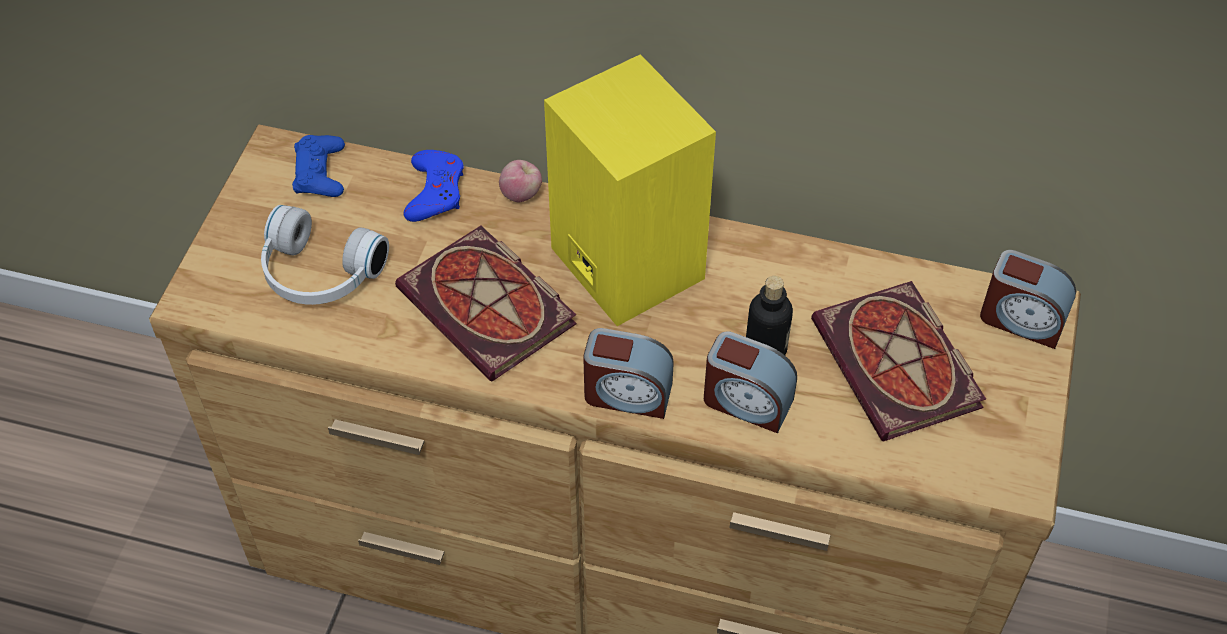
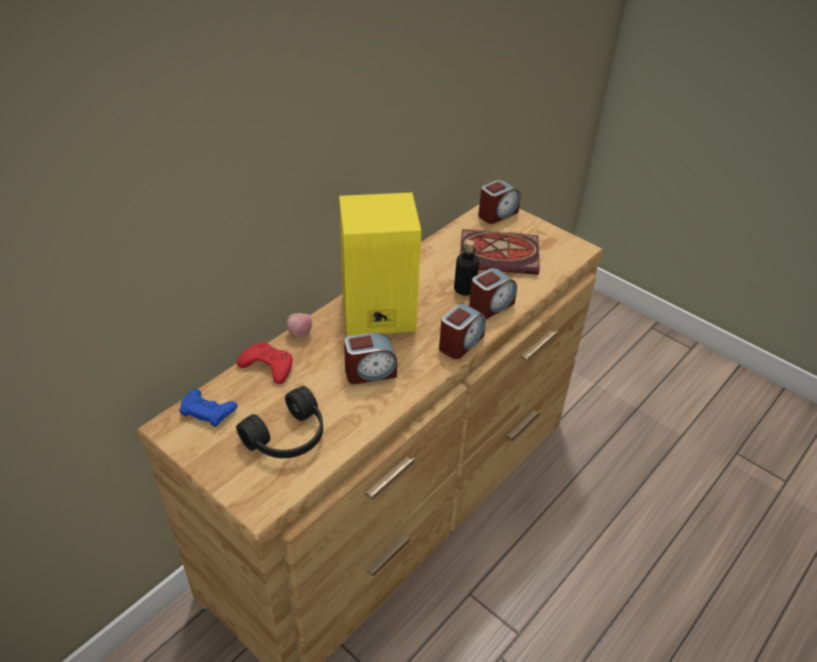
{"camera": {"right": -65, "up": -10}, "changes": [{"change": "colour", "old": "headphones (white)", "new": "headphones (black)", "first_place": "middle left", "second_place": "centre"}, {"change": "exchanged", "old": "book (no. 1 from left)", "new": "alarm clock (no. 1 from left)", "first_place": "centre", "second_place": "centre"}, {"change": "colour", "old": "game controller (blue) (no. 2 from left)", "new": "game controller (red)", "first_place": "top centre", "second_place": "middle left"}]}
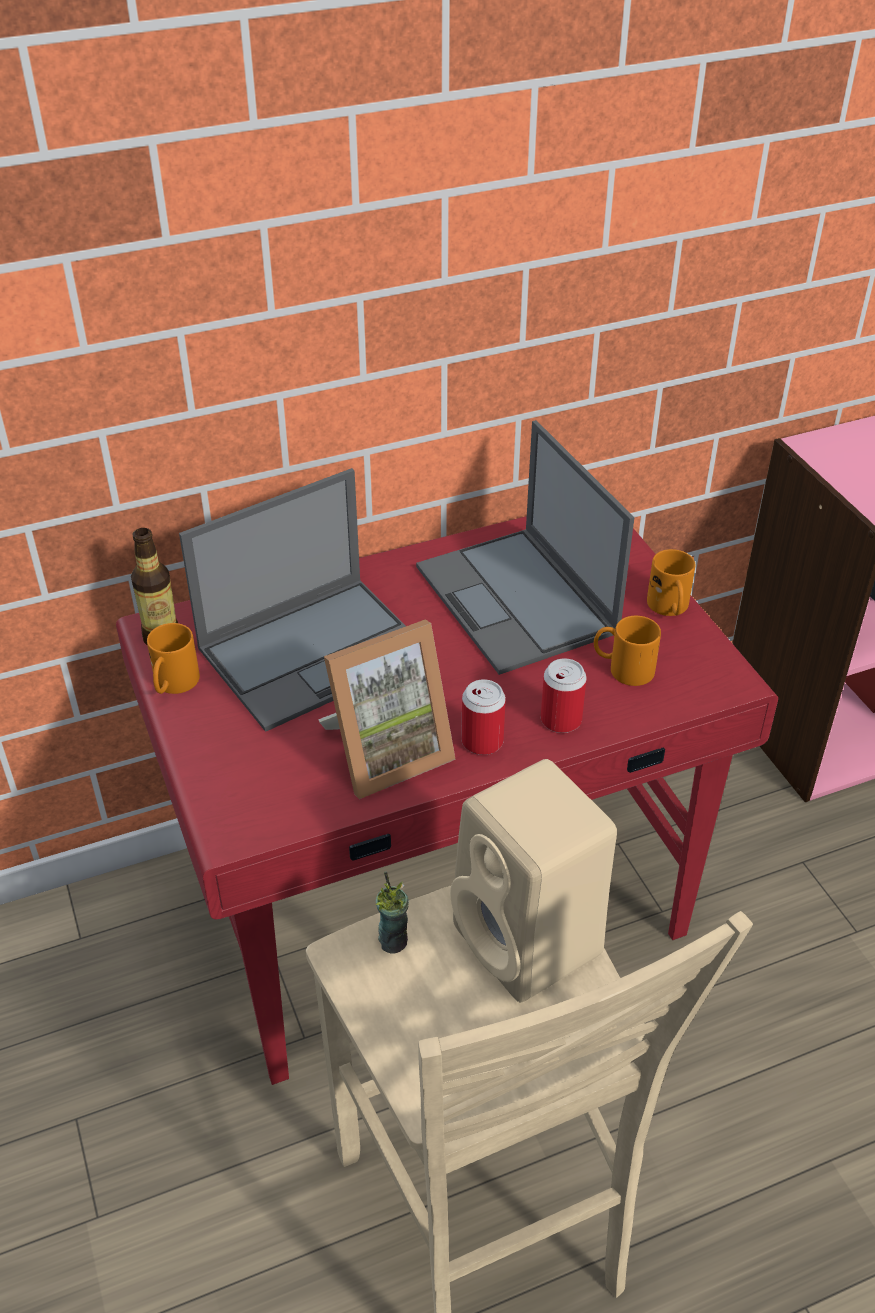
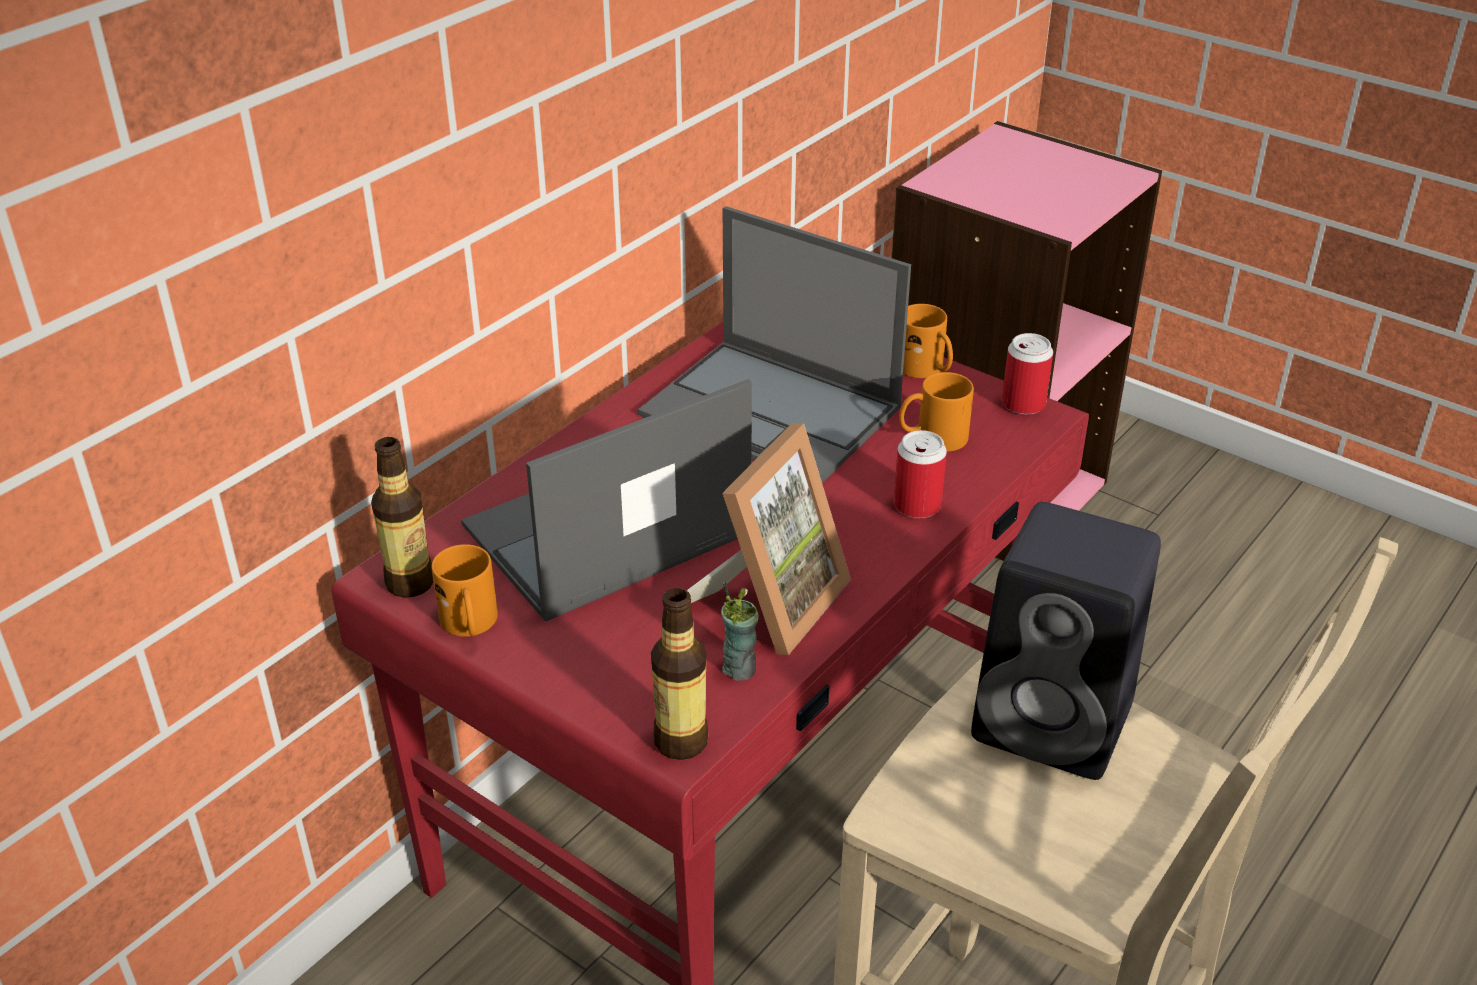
{"camera": {"right": -30, "up": -5}, "changes": [{"change": "spun", "old": "laptop (no. 1 from left)", "first_place": "centre", "second_place": "centre", "degrees": -150}, {"change": "relocated", "old": "cup", "first_place": "bottom centre", "second_place": "centre"}, {"change": "colour", "old": "speaker (beige)", "new": "speaker (black)", "first_place": "bottom centre", "second_place": "middle right"}, {"change": "relocated", "old": "can (no. 1 from left in the first image)", "new": "can (no. 2 from left)", "first_place": "centre", "second_place": "middle right"}, {"change": "appeared", "new": "bottle (no. 2 from left)", "second_place": "bottom centre"}]}
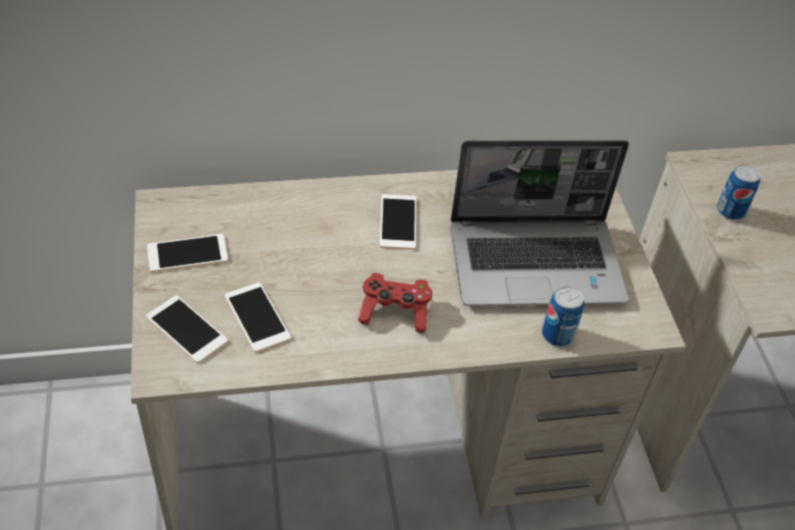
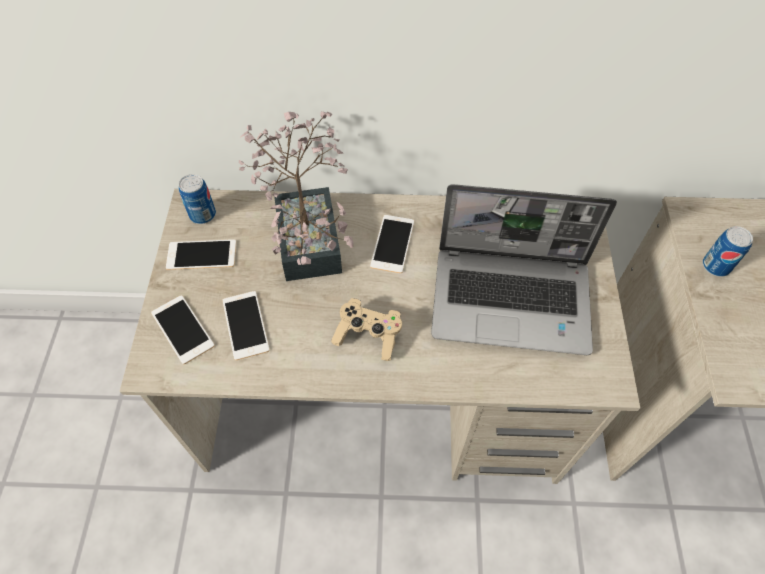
{"camera": {"right": 15, "up": 10}, "changes": [{"change": "colour", "old": "game controller (red)", "new": "game controller (beige)", "first_place": "centre", "second_place": "centre"}, {"change": "relocated", "old": "can (no. 1 from left)", "first_place": "middle right", "second_place": "middle left"}, {"change": "appeared", "new": "potted plant", "second_place": "centre"}]}
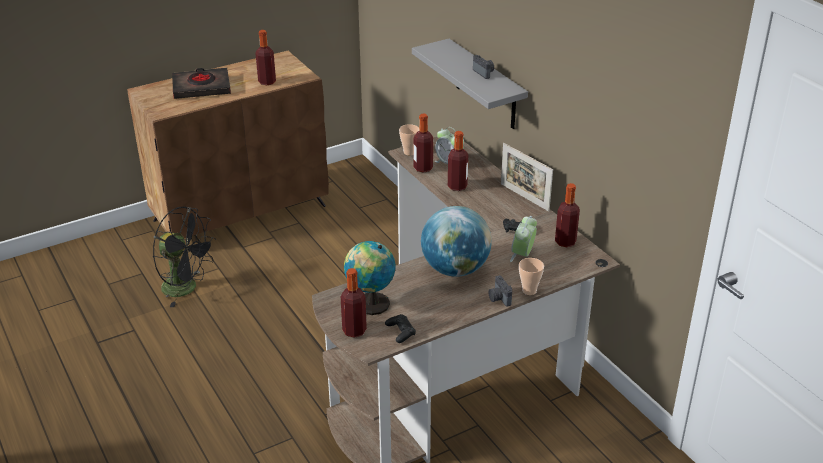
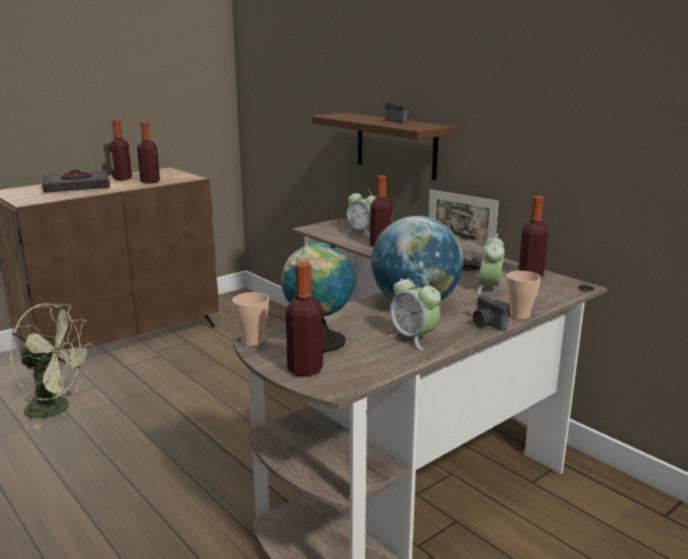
{"camera": {"right": -10, "up": -15}, "changes": [{"change": "colour", "old": "fan (black)", "new": "fan (green)", "first_place": "middle left", "second_place": "middle left"}, {"change": "missing", "old": "game controller (black) (no. 1 from left)", "first_place": "bottom centre"}, {"change": "relocated", "old": "cup (no. 1 from left)", "first_place": "top centre", "second_place": "centre"}, {"change": "colour", "old": "shelf (grey)", "new": "shelf (brown)", "first_place": "top centre", "second_place": "top centre"}, {"change": "relocated", "old": "bottle (no. 3 from left in the first image)", "new": "bottle (no. 1 from left)", "first_place": "top centre", "second_place": "top left"}, {"change": "appeared", "new": "alarm clock (no. 2 from left)", "second_place": "centre"}]}
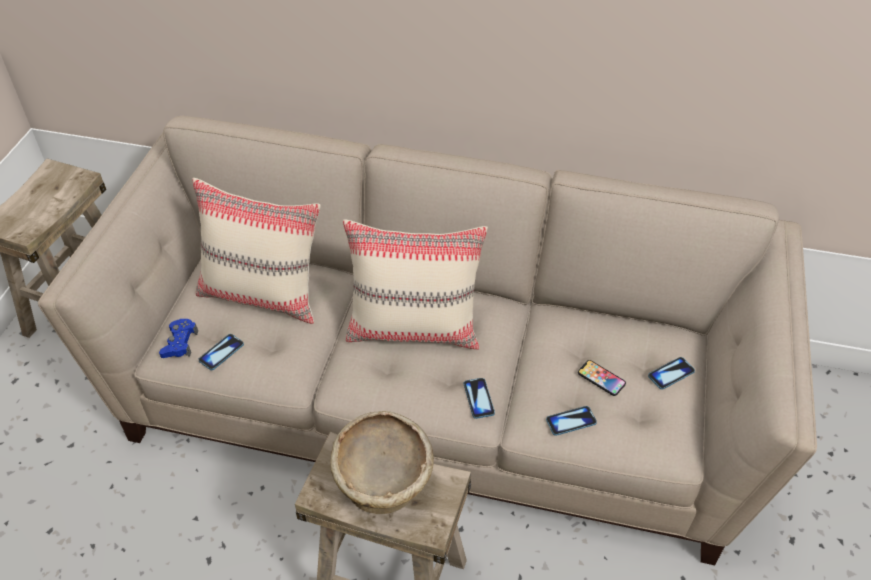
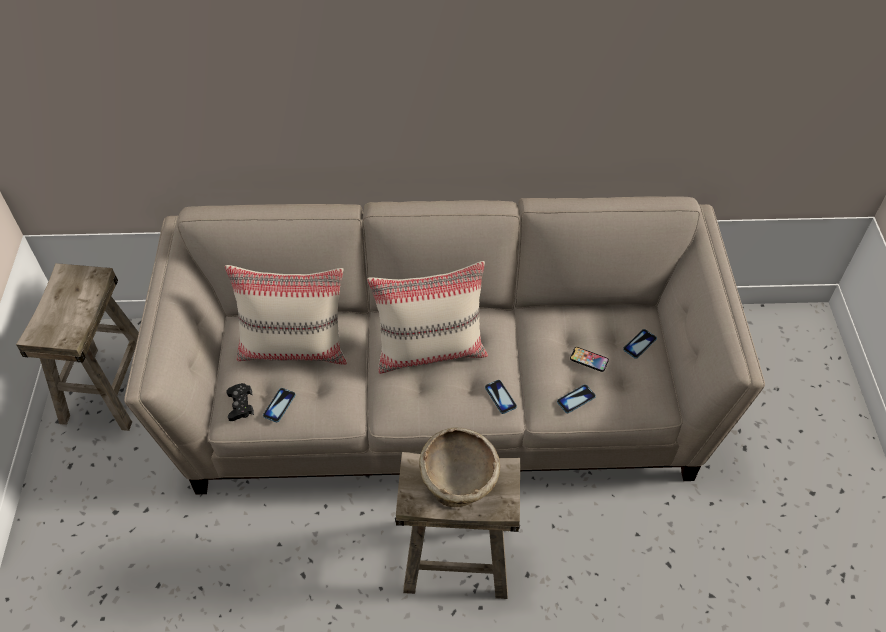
{"camera": {"right": -15, "up": 5}, "changes": [{"change": "colour", "old": "game controller (blue)", "new": "game controller (black)", "first_place": "middle left", "second_place": "middle left"}]}
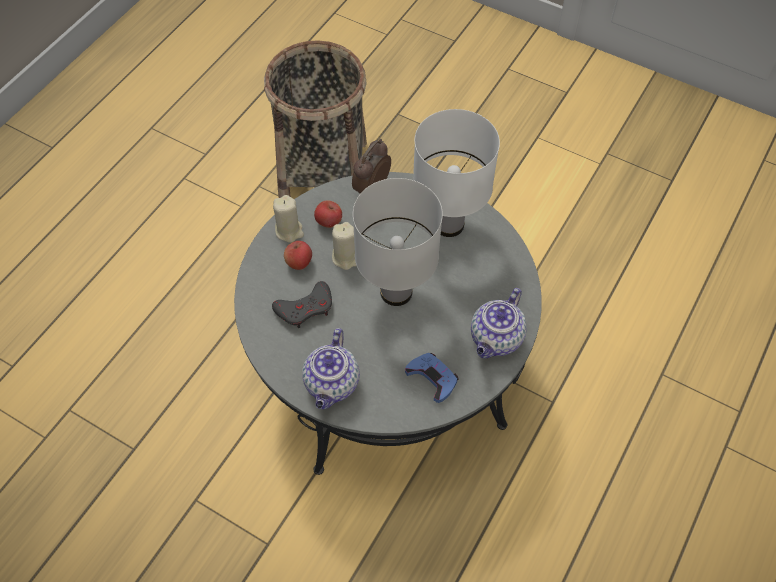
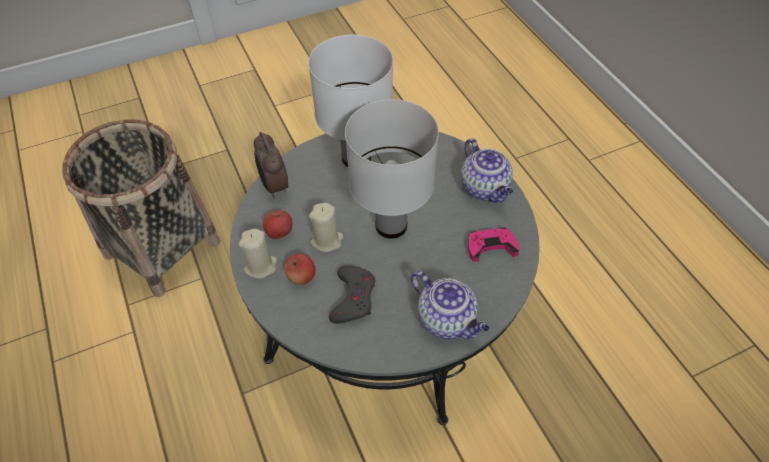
{"camera": {"right": -55, "up": -5}, "changes": [{"change": "colour", "old": "game controller (blue)", "new": "game controller (pink)", "first_place": "centre", "second_place": "centre"}]}
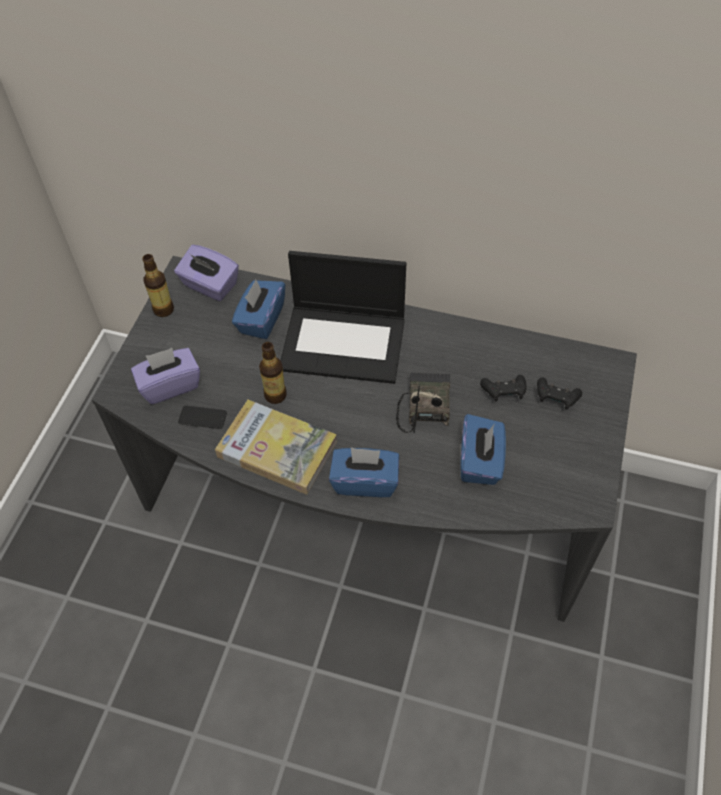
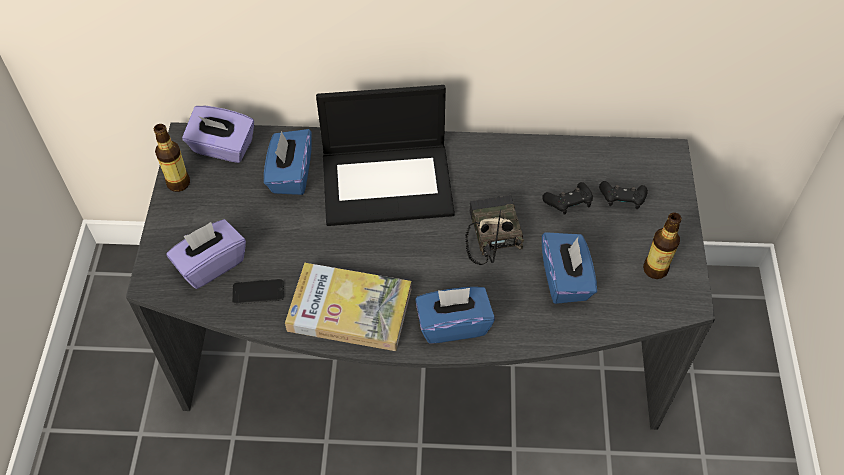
{"camera": {"right": -15, "up": 0}, "changes": [{"change": "relocated", "old": "bottle (no. 2 from left)", "first_place": "centre", "second_place": "middle right"}]}
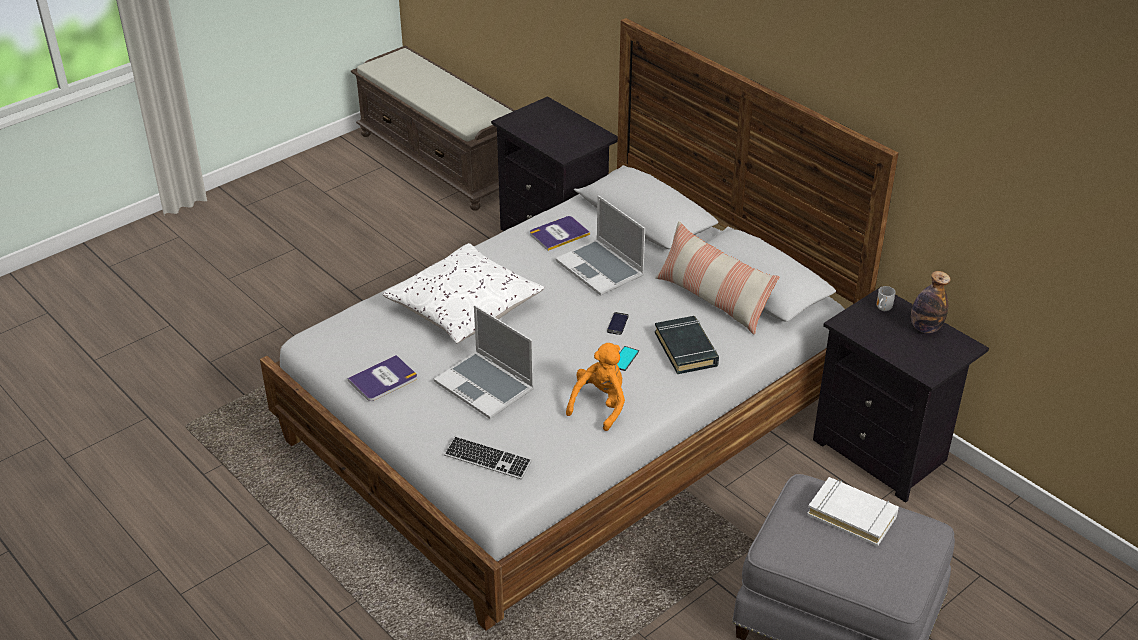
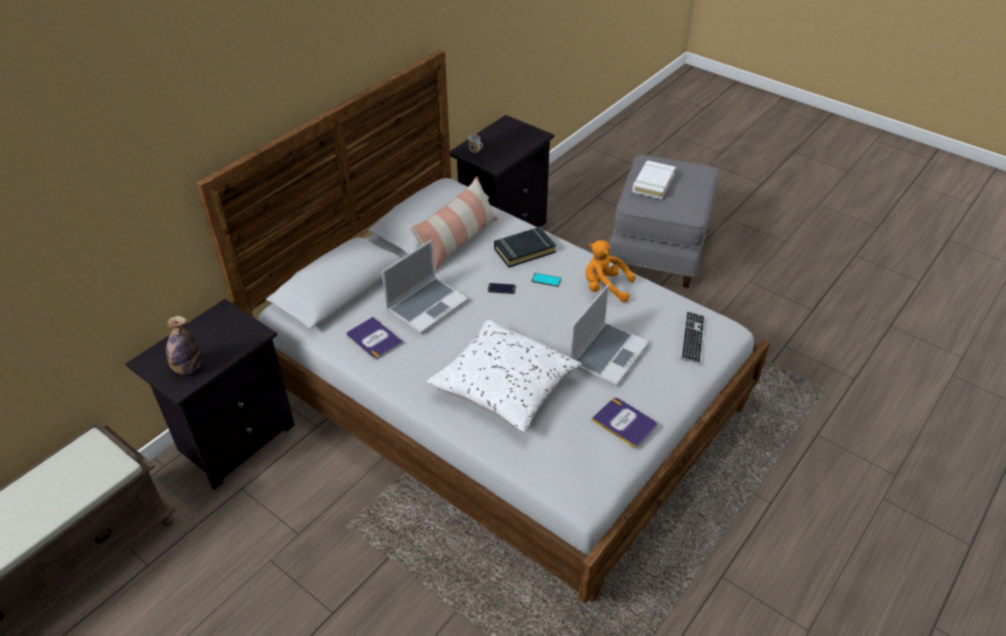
{"camera": {"right": -100, "up": 5}, "changes": [{"change": "relocated", "old": "bottle", "first_place": "middle right", "second_place": "middle left"}]}
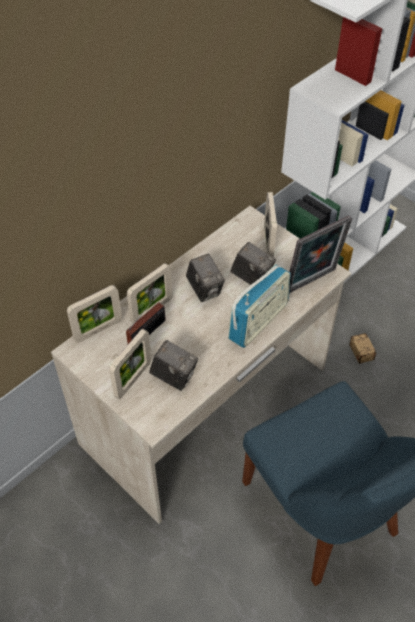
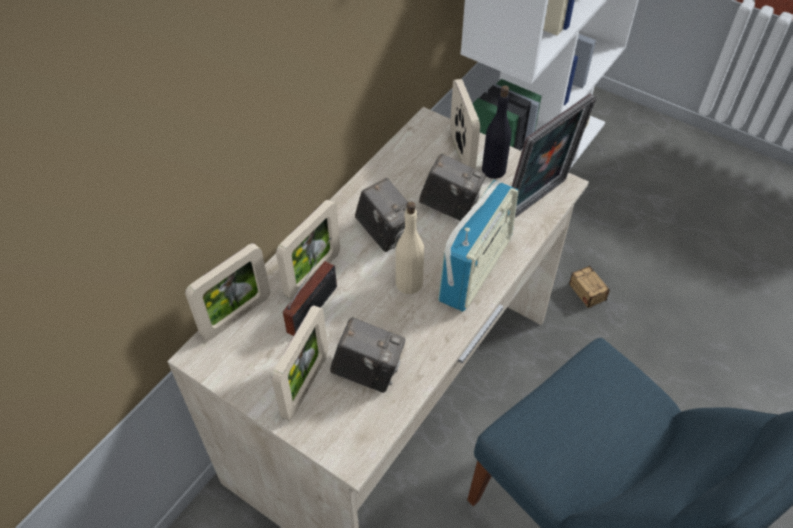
{"camera": {"right": -10, "up": 0}, "changes": [{"change": "appeared", "new": "bottle (beige)", "second_place": "centre"}, {"change": "appeared", "new": "bottle (black)", "second_place": "top centre"}]}
